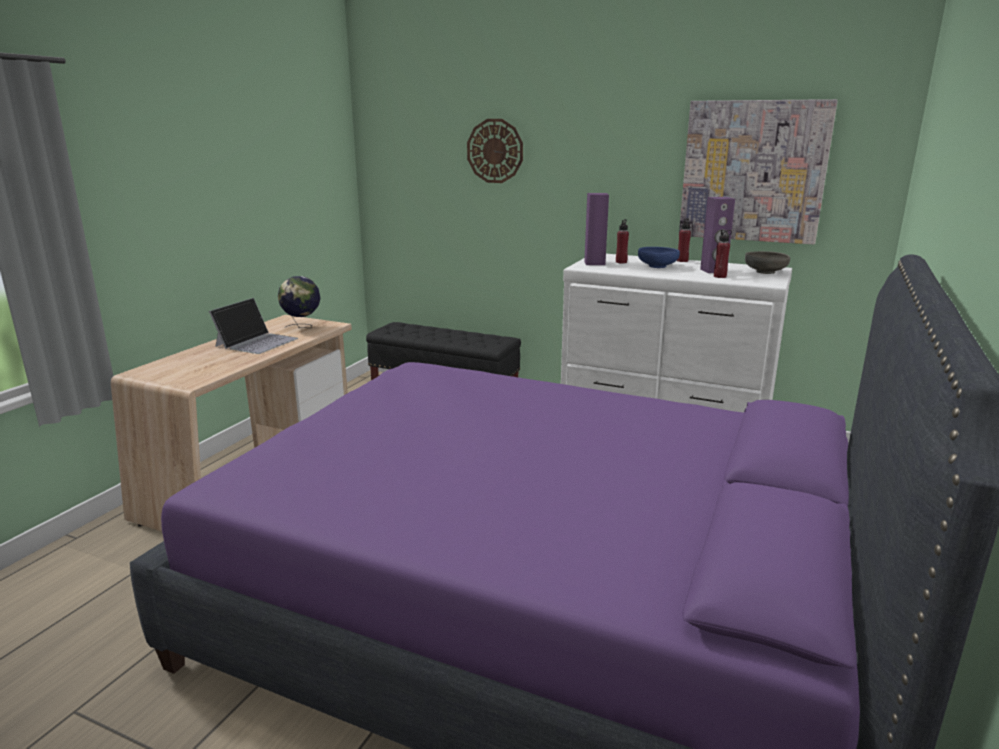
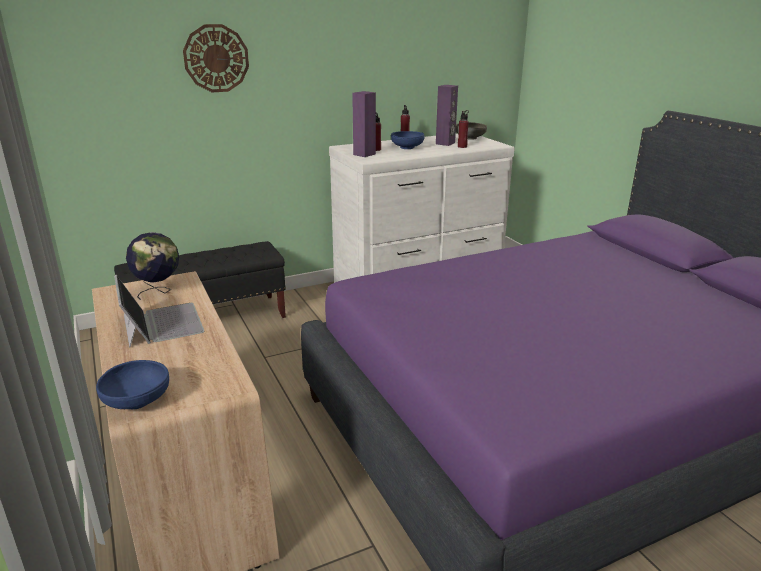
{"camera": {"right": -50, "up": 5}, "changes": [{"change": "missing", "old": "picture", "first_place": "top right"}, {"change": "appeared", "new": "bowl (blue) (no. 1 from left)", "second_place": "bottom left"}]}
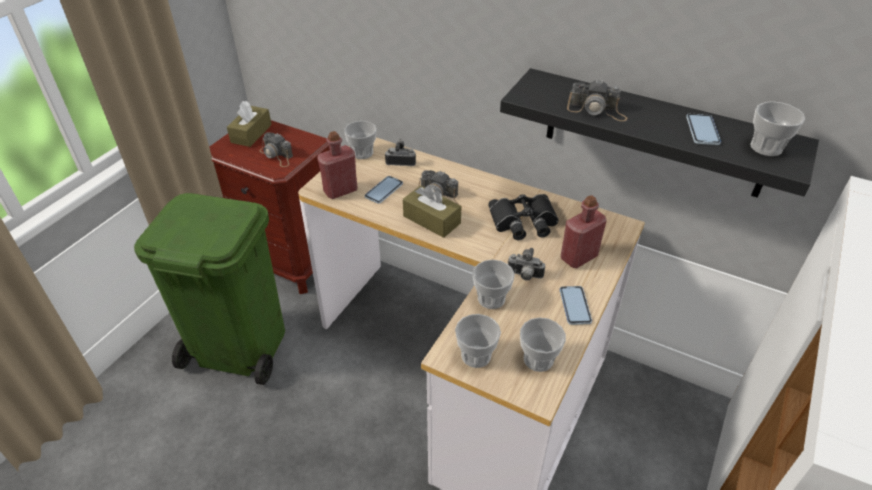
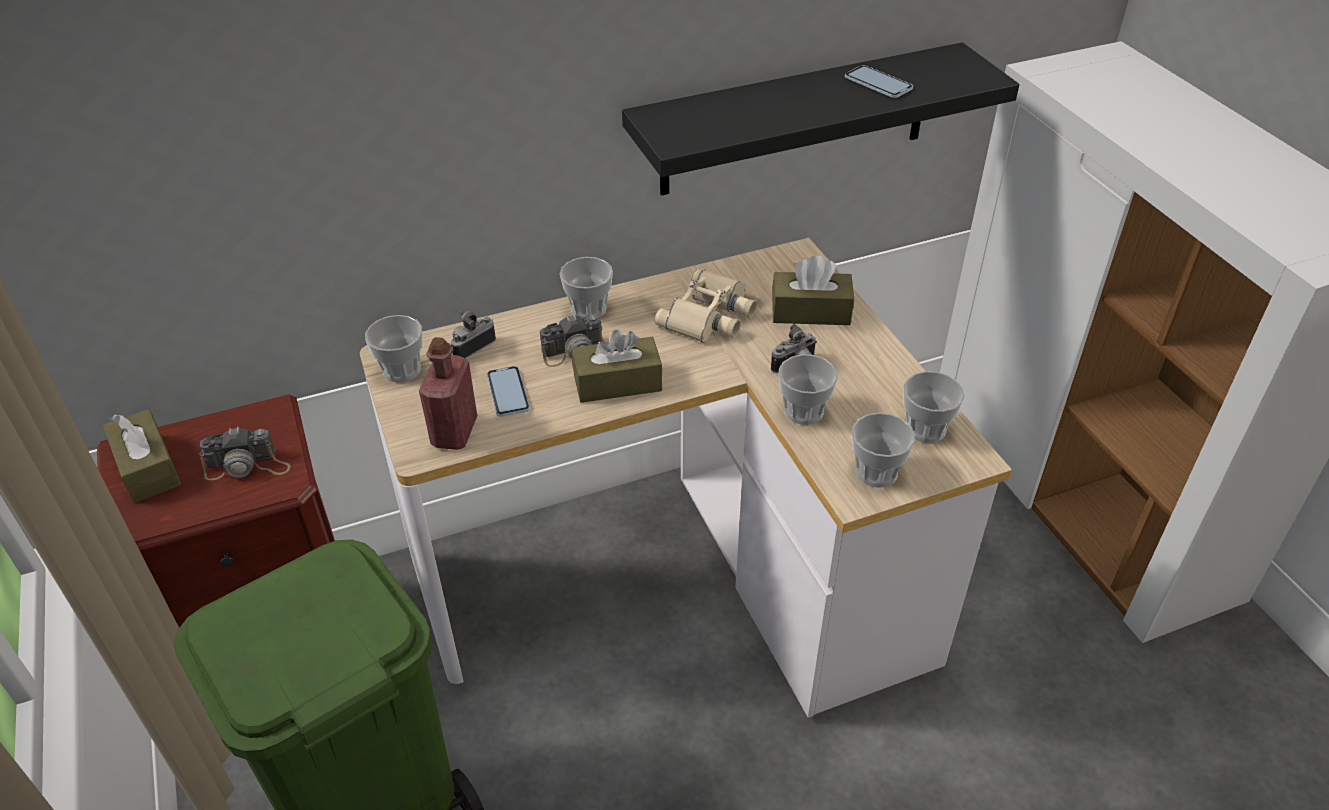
{"camera": {"right": -50, "up": 0}, "changes": [{"change": "colour", "old": "binoculars (black)", "new": "binoculars (beige)", "first_place": "centre", "second_place": "centre"}, {"change": "missing", "old": "phone (no. 2 from left)", "first_place": "centre"}, {"change": "exchanged", "old": "bottle (red) (no. 2 from left)", "new": "tissue box (brown) (no. 3 from left)", "first_place": "middle right", "second_place": "centre"}, {"change": "missing", "old": "photo camera (no. 5 from left)", "first_place": "top right"}, {"change": "relocated", "old": "cup (no. 5 from left in the first image)", "new": "cup (no. 2 from left)", "first_place": "top right", "second_place": "centre"}]}
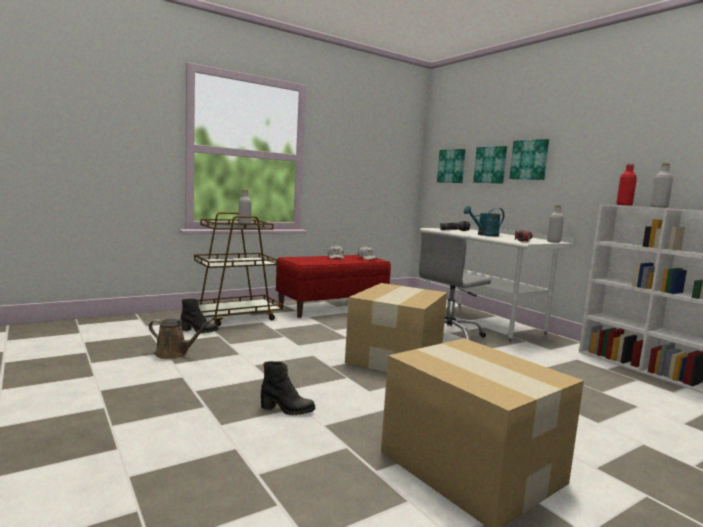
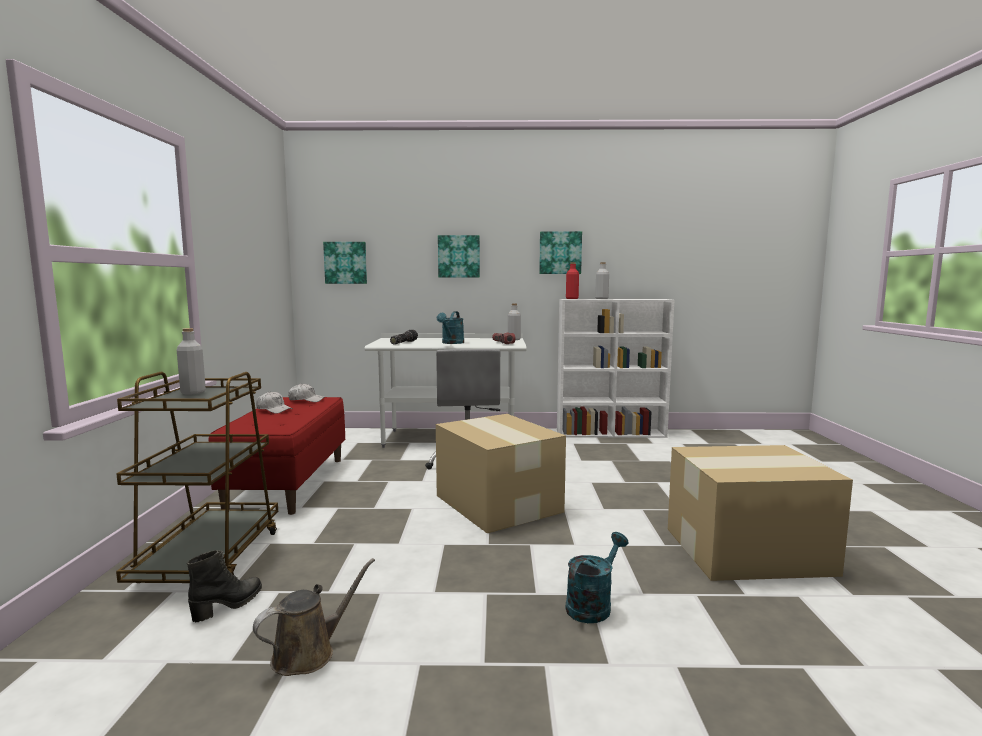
{"camera": {"right": -55, "up": 0}, "changes": [{"change": "exchanged", "old": "boot (black) (no. 2 from left)", "new": "watering can (turquoise) (no. 2 from left)", "first_place": "bottom centre", "second_place": "bottom centre"}, {"change": "relocated", "old": "picture (no. 2 from left in the first image)", "new": "picture (no. 3 from left)", "first_place": "top right", "second_place": "centre"}]}
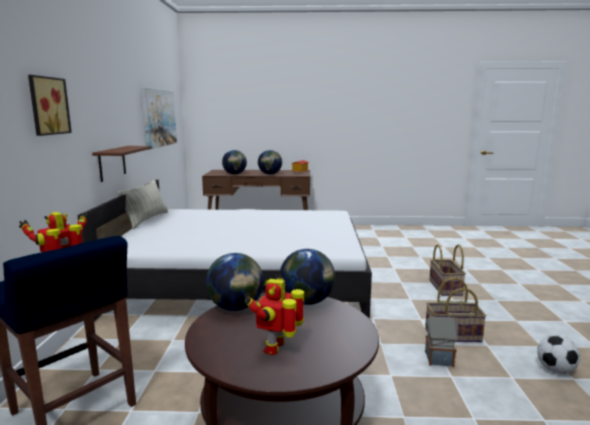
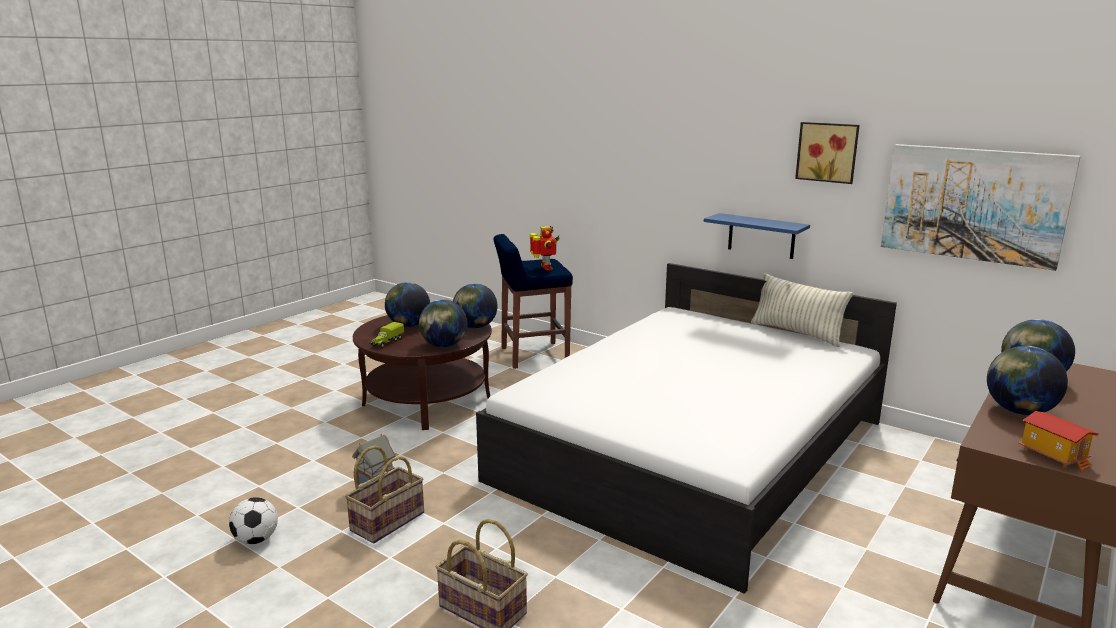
{"camera": {"right": 125, "up": 5}, "changes": [{"change": "relocated", "old": "picture (no. 1 from left)", "first_place": "top left", "second_place": "top right"}, {"change": "colour", "old": "shelf (brown)", "new": "shelf (blue)", "first_place": "middle left", "second_place": "middle right"}, {"change": "exchanged", "old": "toy robot (no. 2 from left)", "new": "globe (no. 1 from left)", "first_place": "bottom centre", "second_place": "centre"}, {"change": "appeared", "new": "toy truck", "second_place": "centre"}]}
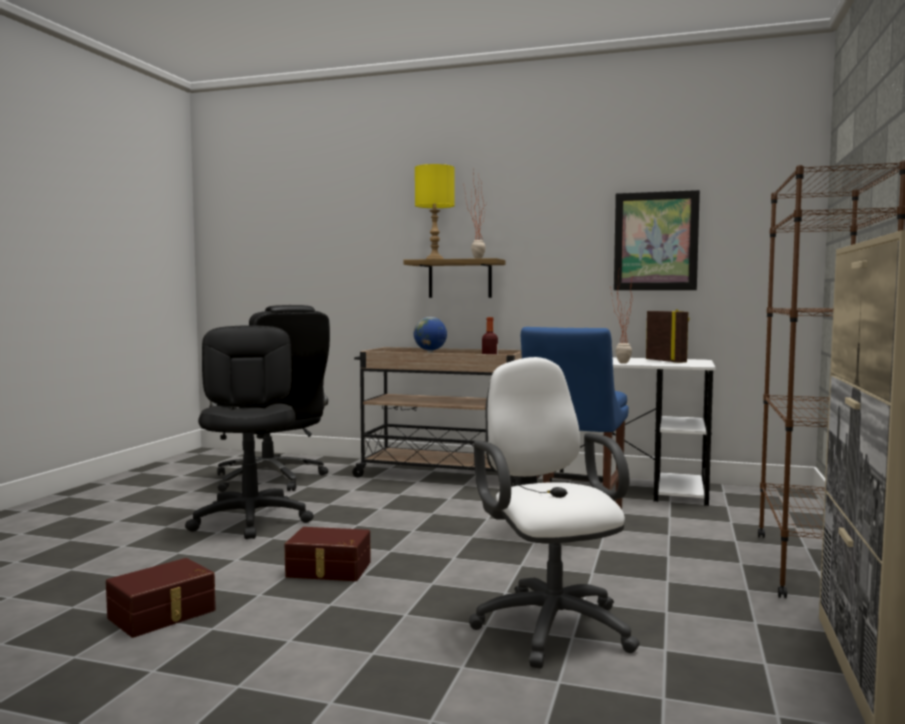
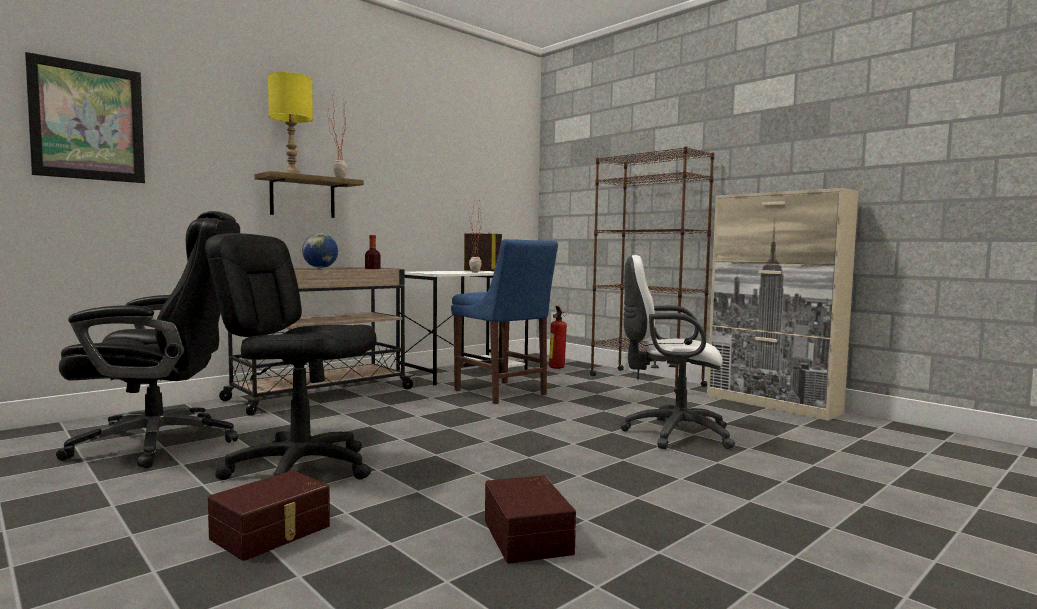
{"camera": {"right": -60, "up": 0}, "changes": [{"change": "relocated", "old": "storage box (brown) (no. 2 from left in the first image)", "new": "storage box (brown) (no. 1 from left)", "first_place": "bottom centre", "second_place": "bottom left"}, {"change": "relocated", "old": "picture", "first_place": "top right", "second_place": "top left"}, {"change": "appeared", "new": "fire extinguisher", "second_place": "centre"}]}
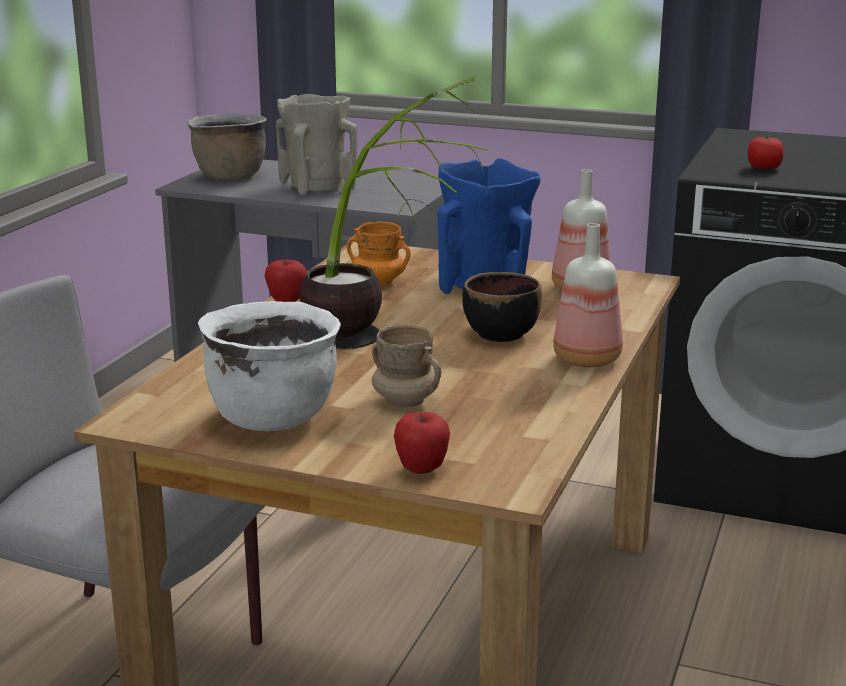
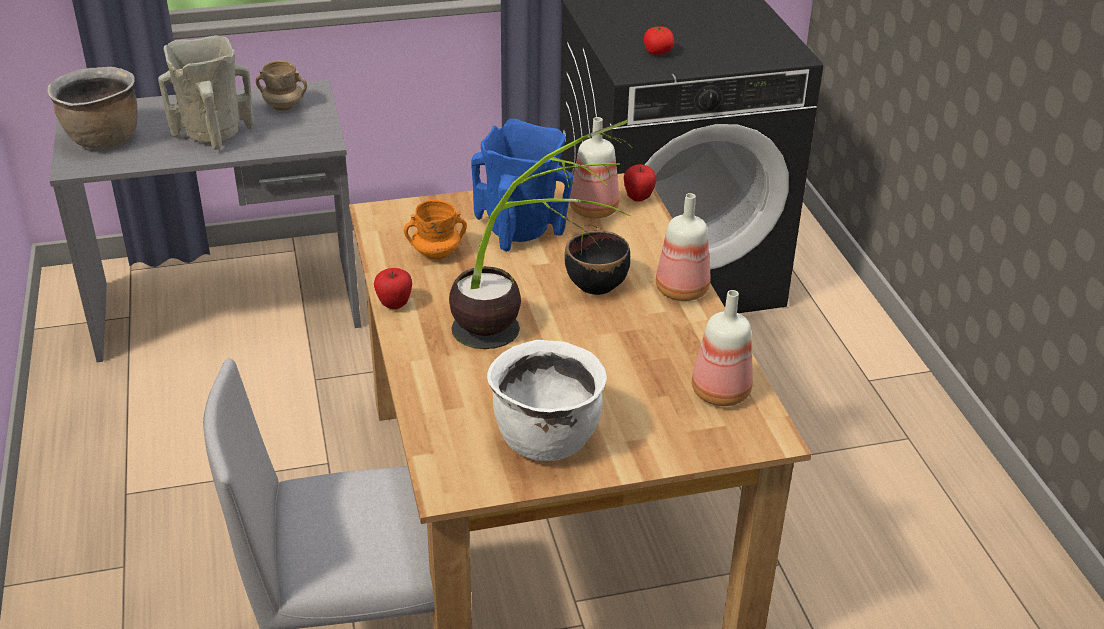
{"camera": {"right": -35, "up": 15}, "changes": [{"change": "relocated", "old": "mug (beige)", "first_place": "centre", "second_place": "top left"}, {"change": "relocated", "old": "apple (no. 2 from left)", "first_place": "centre", "second_place": "top centre"}, {"change": "appeared", "new": "bottle (no. 3 from left)", "second_place": "centre"}]}
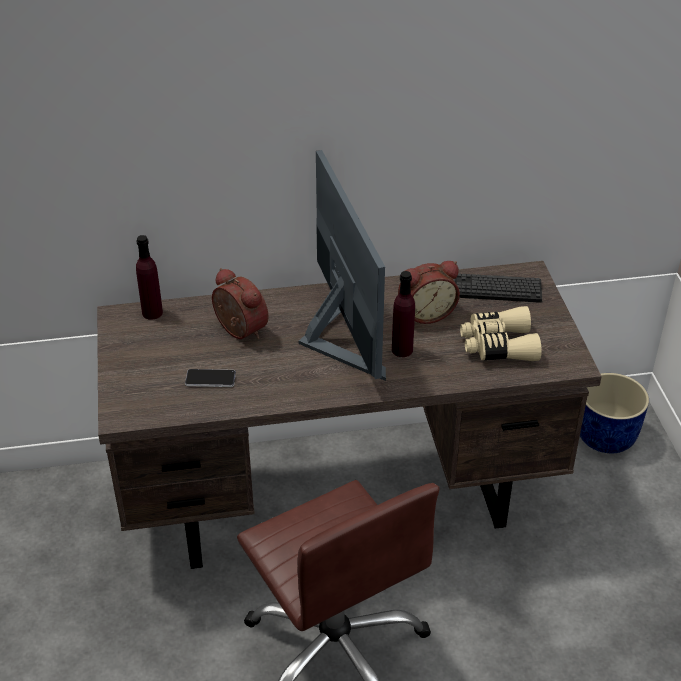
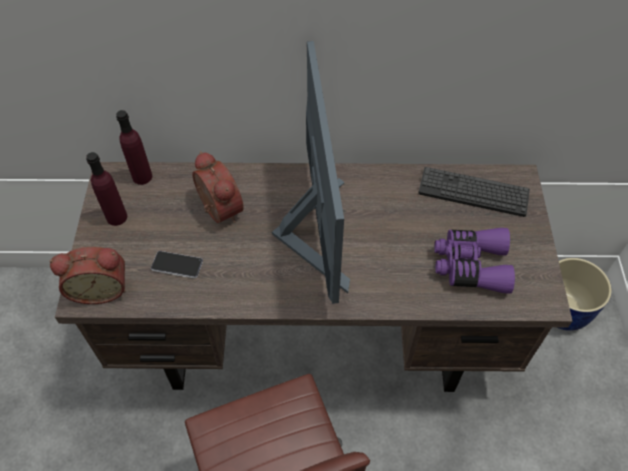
{"camera": {"right": 10, "up": 15}, "changes": [{"change": "relocated", "old": "bottle (purple) (no. 2 from left in the first image)", "new": "bottle (purple) (no. 1 from left)", "first_place": "centre", "second_place": "middle left"}, {"change": "relocated", "old": "alarm clock (no. 2 from left in the first image)", "new": "alarm clock (no. 1 from left)", "first_place": "centre", "second_place": "middle left"}, {"change": "colour", "old": "binoculars (beige)", "new": "binoculars (purple)", "first_place": "middle right", "second_place": "middle right"}]}
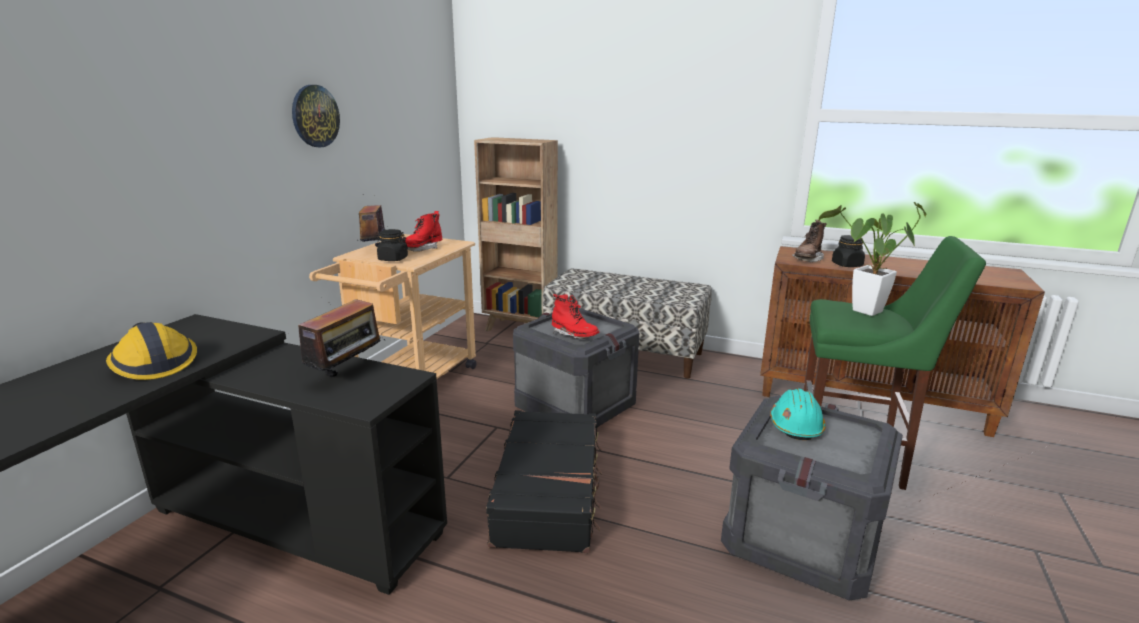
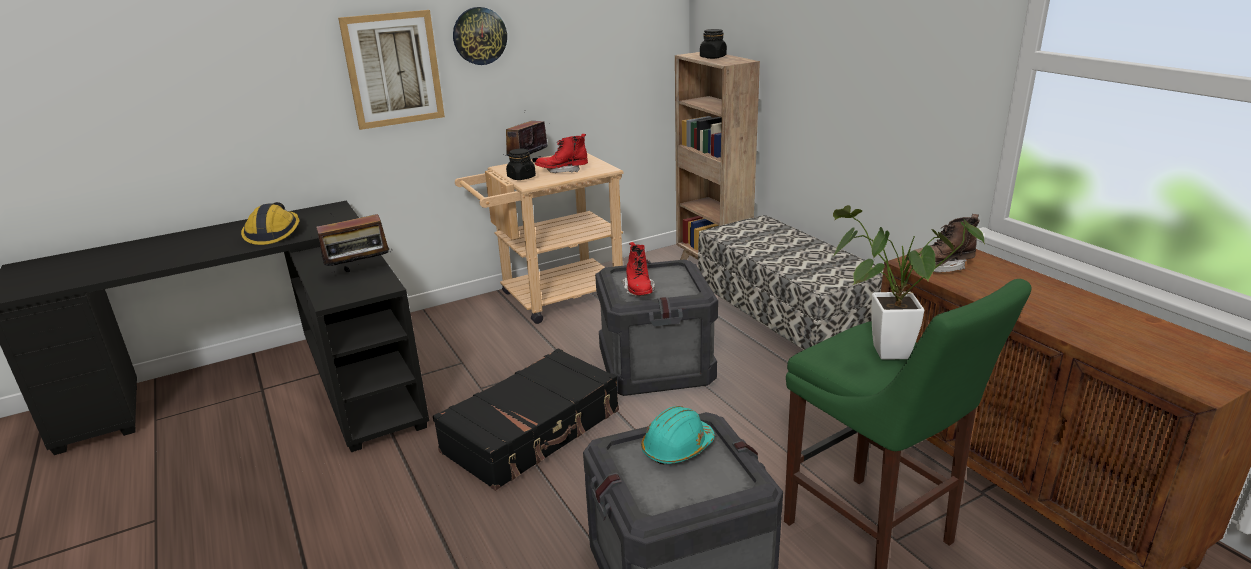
{"camera": {"right": 40, "up": 5}, "changes": [{"change": "relocated", "old": "jar (black) (no. 2 from left)", "first_place": "middle right", "second_place": "top centre"}, {"change": "appeared", "new": "picture", "second_place": "top left"}]}
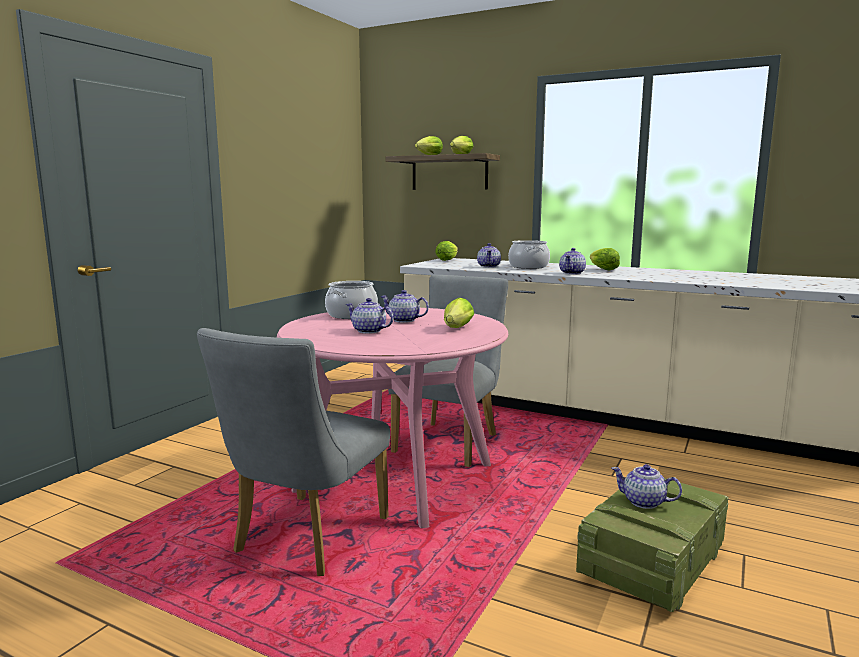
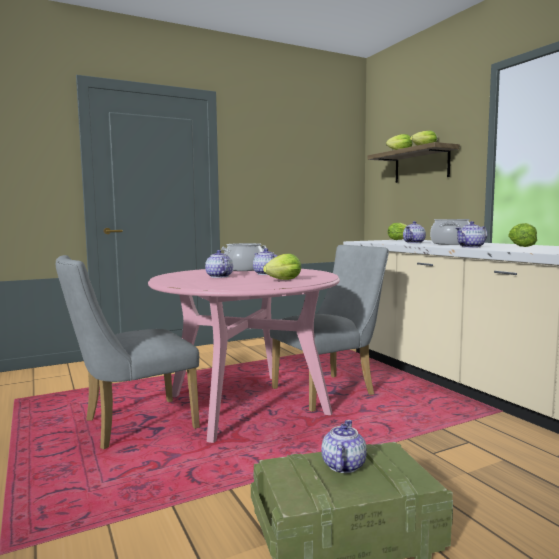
{"camera": {"right": 35, "up": -5}, "changes": [{"change": "spun", "old": "teapot (no. 5 from left in the first image)", "first_place": "bottom right", "second_place": "bottom centre", "degrees": 45}]}
